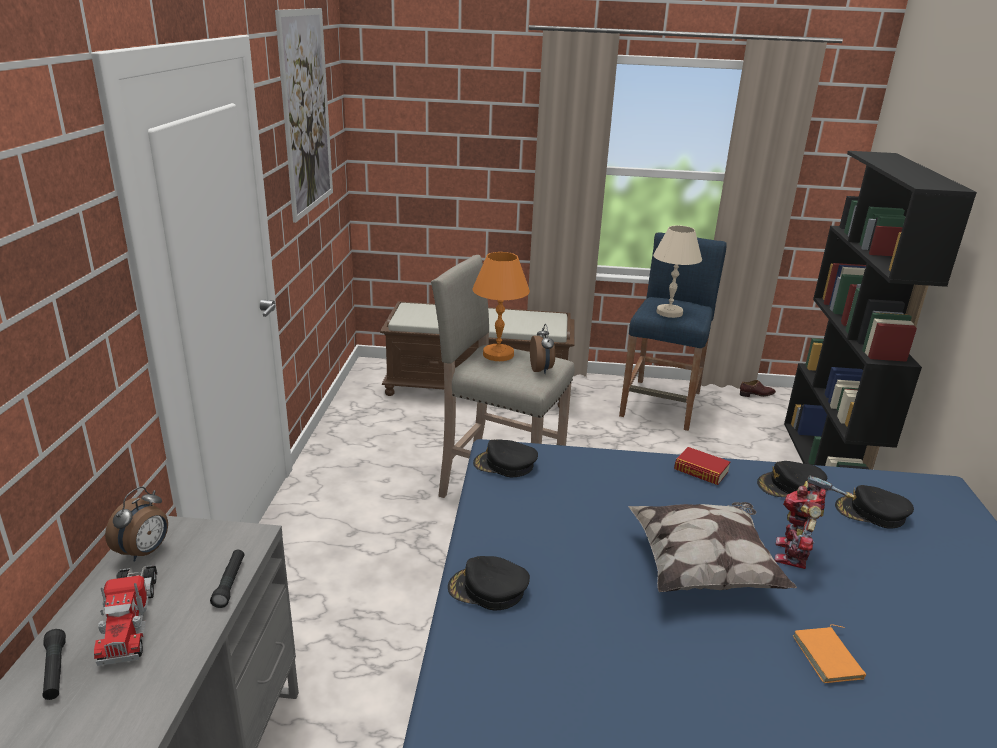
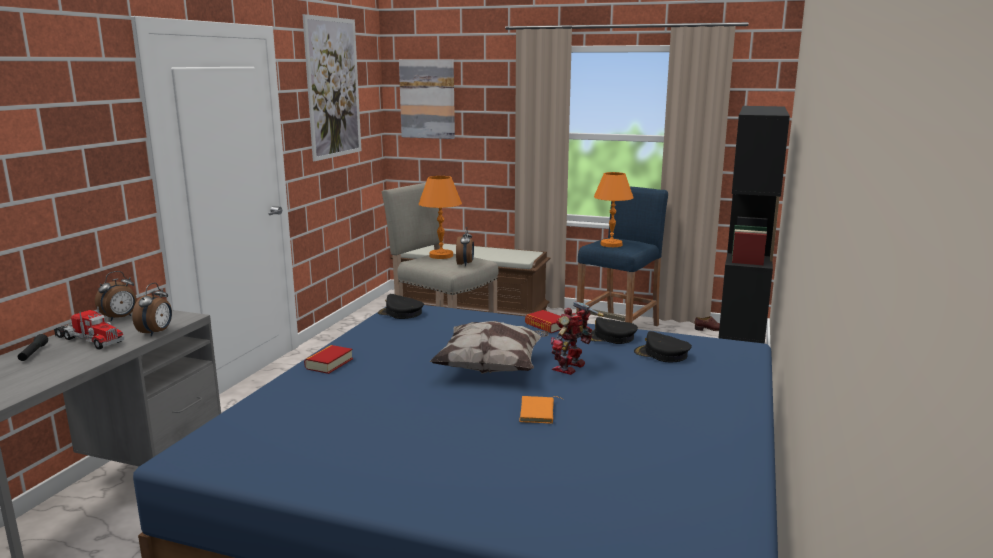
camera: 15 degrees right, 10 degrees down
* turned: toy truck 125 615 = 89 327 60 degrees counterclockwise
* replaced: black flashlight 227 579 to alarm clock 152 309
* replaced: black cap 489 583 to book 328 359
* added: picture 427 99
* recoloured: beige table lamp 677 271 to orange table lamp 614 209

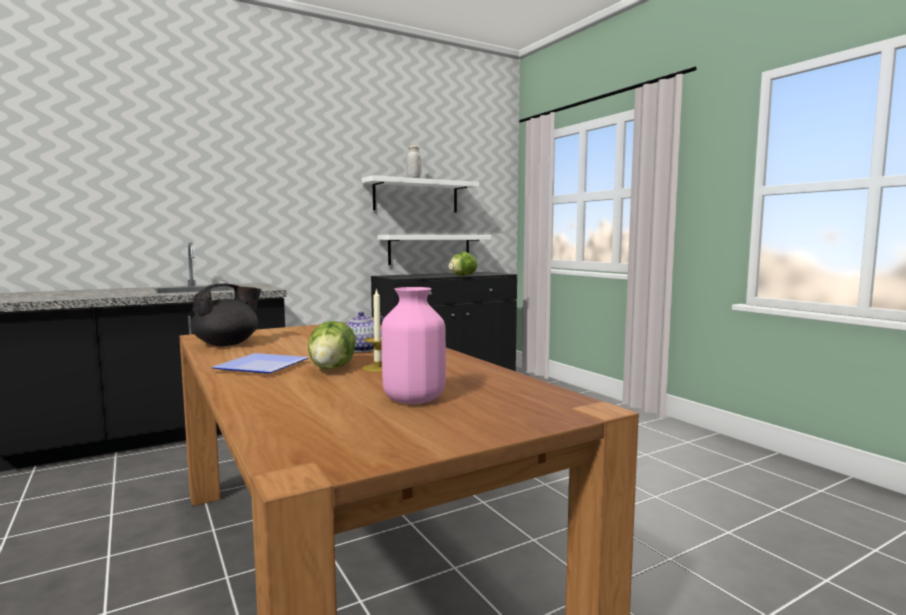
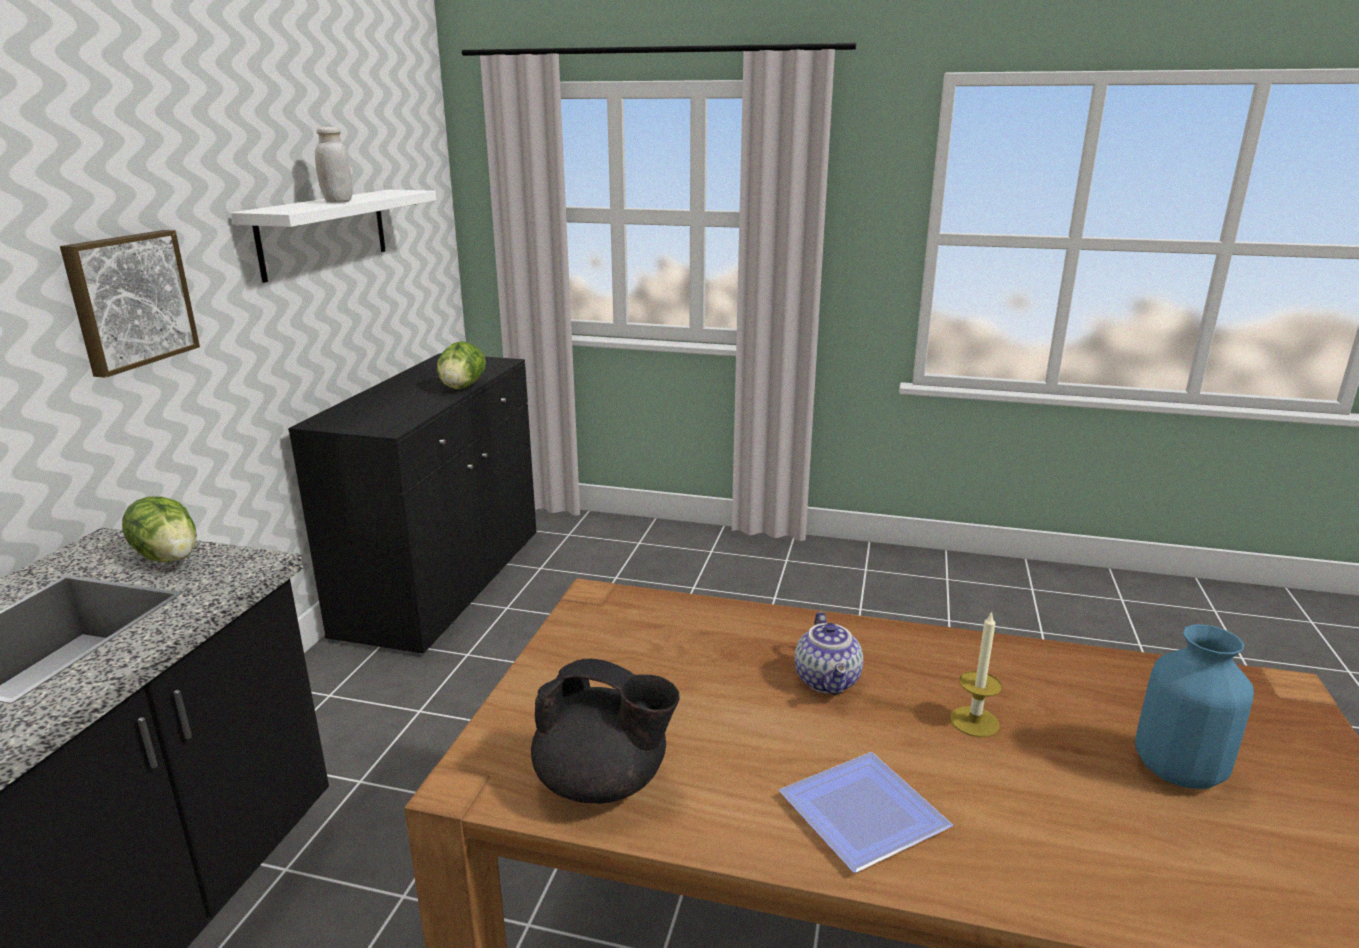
camera: 45 degrees left, 15 degrees up
* added: picture 130 304
* moved: lettuce 332 345 to 159 529
* turned: black teapot 225 314 = 605 731 105 degrees clockwise
* recoloured: pink vase 413 345 to blue vase 1194 707
* removed: white shelf 434 250

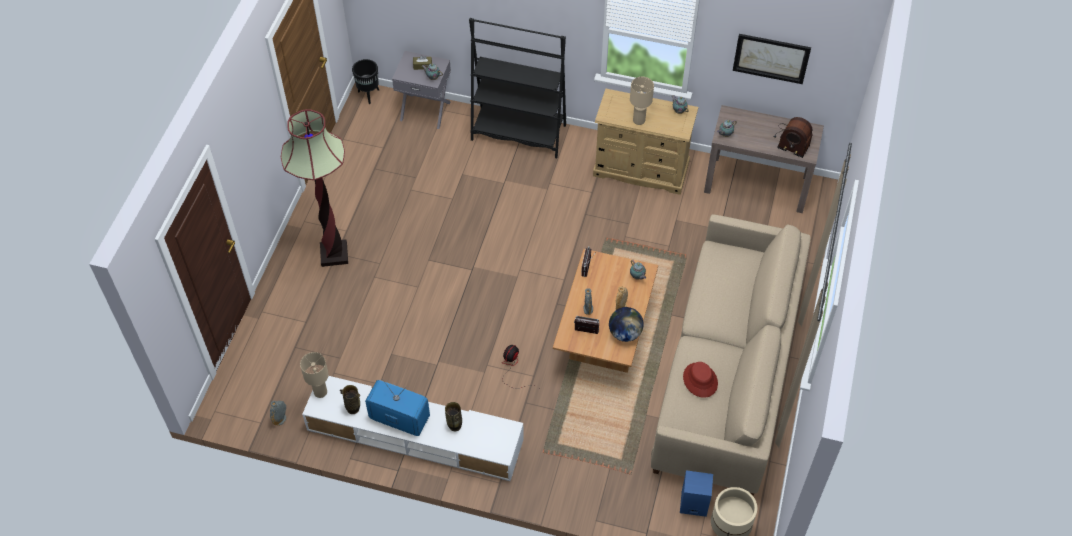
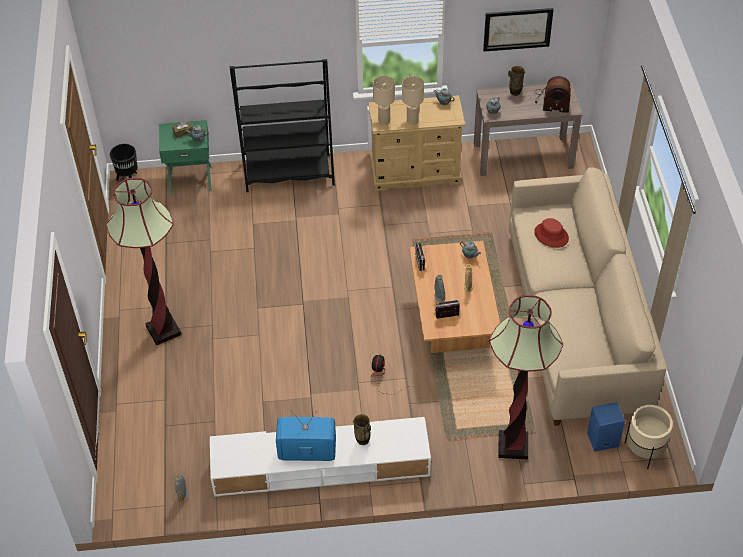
camera: 20 degrees left, 5 degrees down
* recoloured: grey nightstand 421 90 to green nightstand 185 157
* moved: beige table lamp 314 375 to 384 100
* added: floor lamp 526 377
* moved: vase 350 399 to 516 81
* moved: red hat 700 380 to 551 233
* removed: globe 626 324

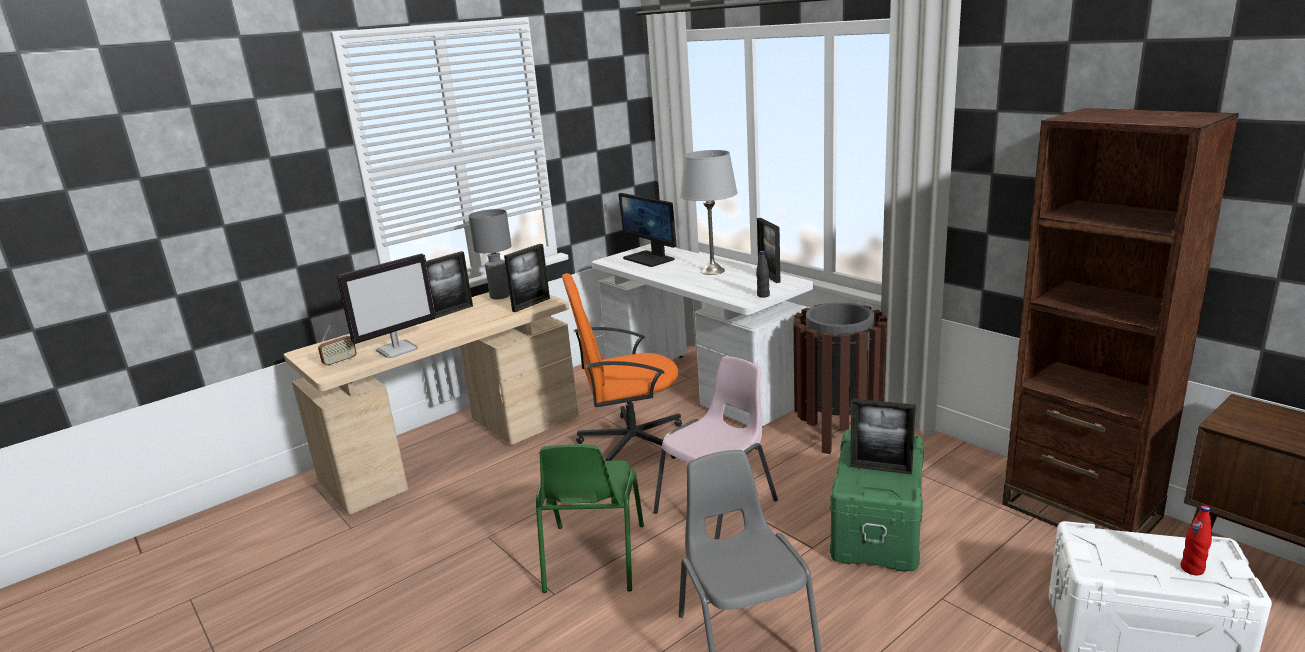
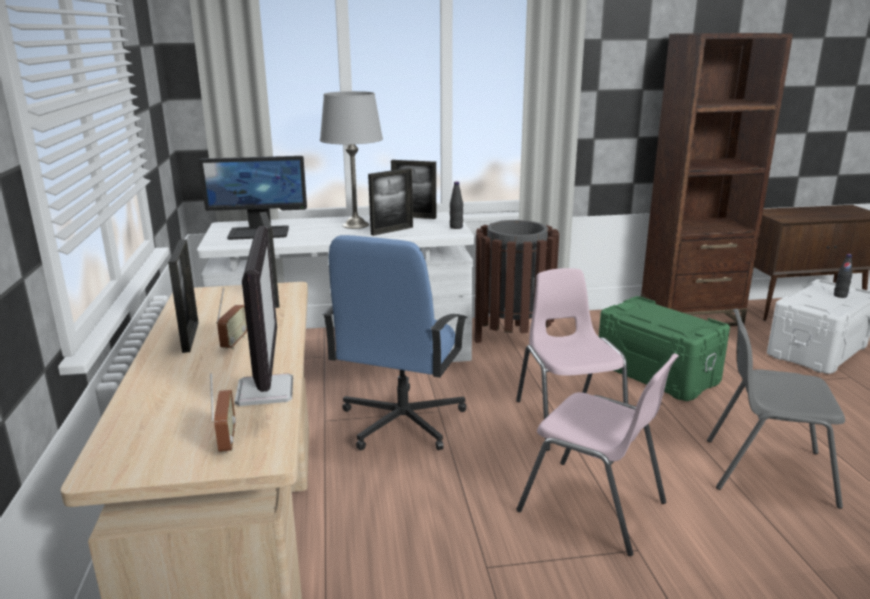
camera: 60 degrees left, 0 degrees up
* added: radio 231 318
* recoloured: orange office chair 622 367 to blue office chair 395 342
* moved: picture frame 883 437 to 390 202
* recoloured: green chair 590 518 to pink chair 597 454
* recoloured: red bottle 1196 540 to black bottle 843 276
* removed: grey table lamp 489 254

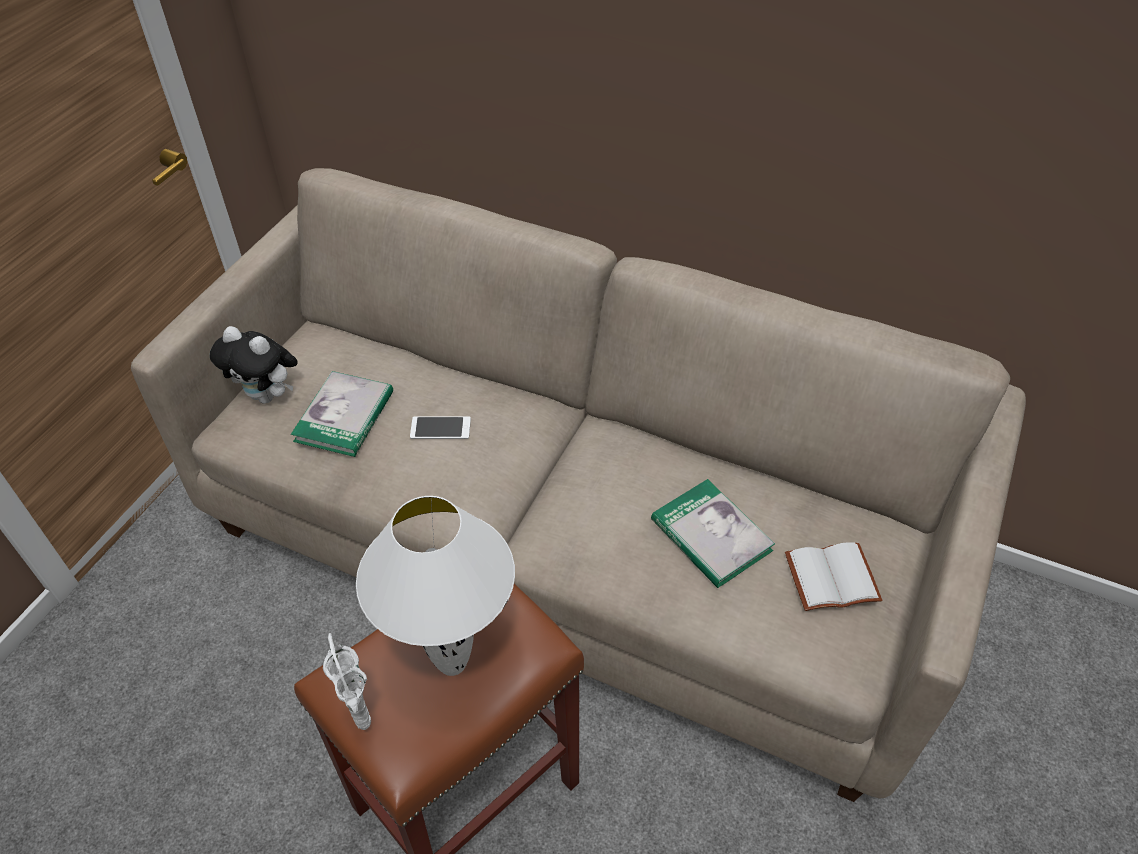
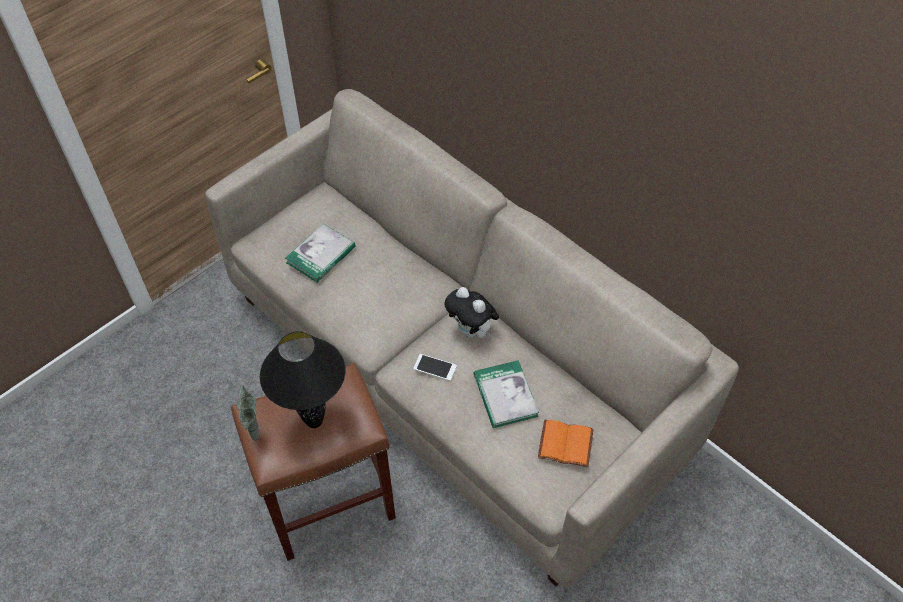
camera: 20 degrees right, 5 degrees up
* recoloured: white vase 347 681 to green vase 248 413
* recoloured: white table lamp 435 586 to black table lamp 303 379
* moved: phone 440 427 to 435 367
* moved: plush toy 254 365 to 471 312
* recoloured: white book 834 577 to orange book 565 444

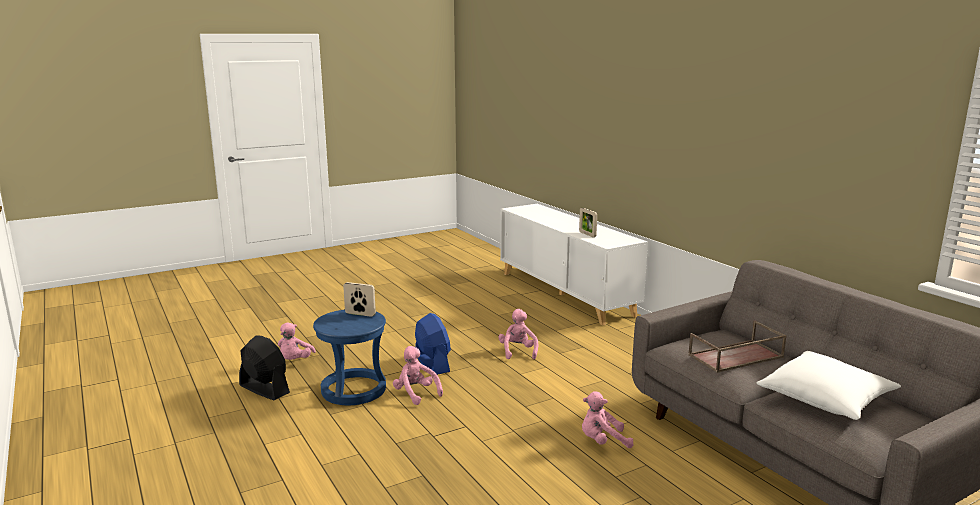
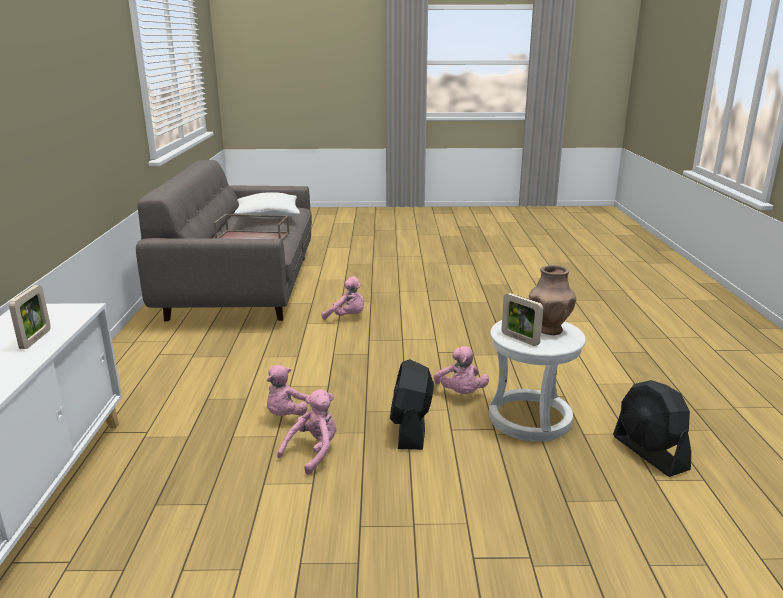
camera: 150 degrees left, 5 degrees up
* moved: pink plush toy 297 341 to 306 432
* recoloured: blue fan 433 344 to black fan 412 404
* recoloured: blue stool 349 357 to white stool 537 381
* added: brown vase 552 300

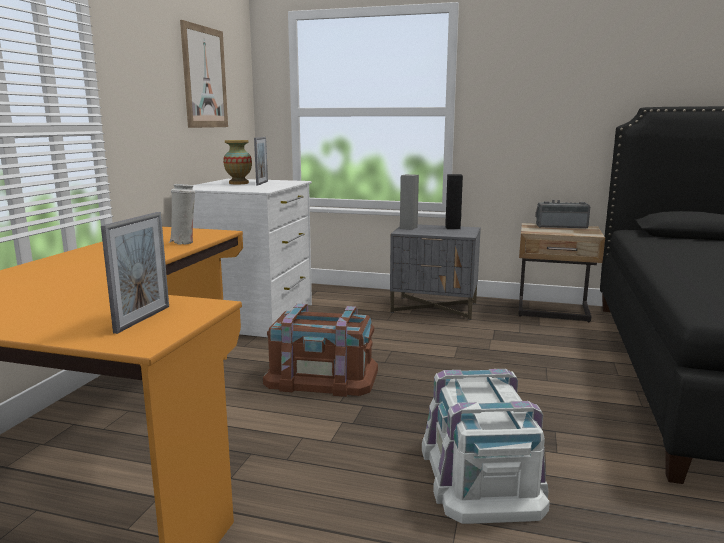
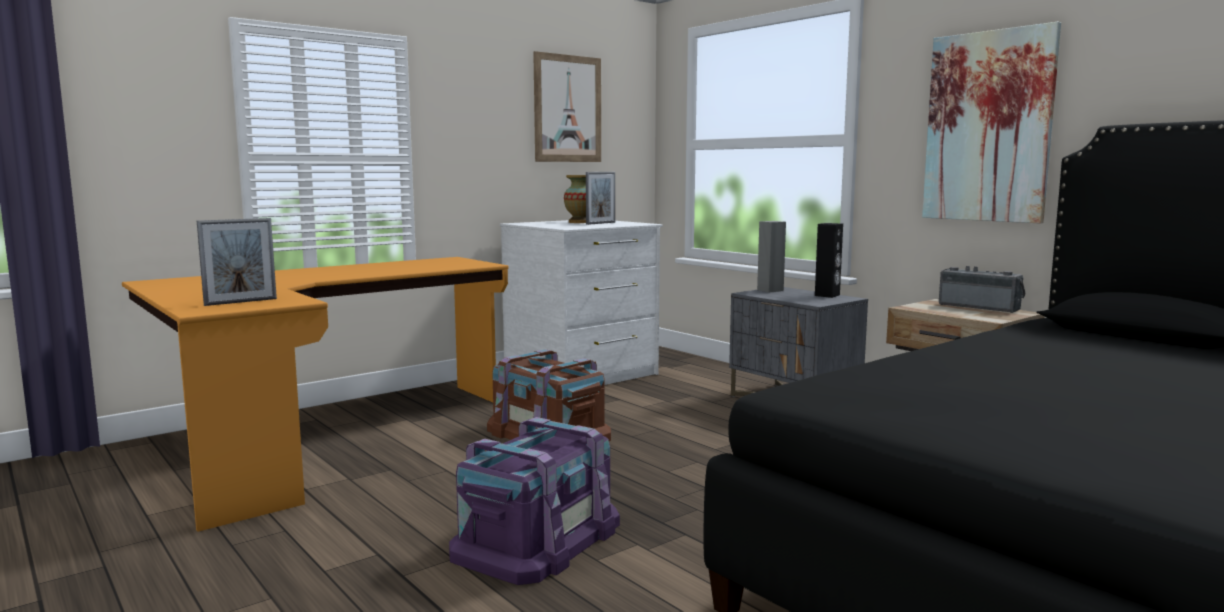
camera: 35 degrees right, 5 degrees down
* recoloured: white storage box 486 446 to purple storage box 534 501
* added: picture 991 123
* removed: white vase 182 214

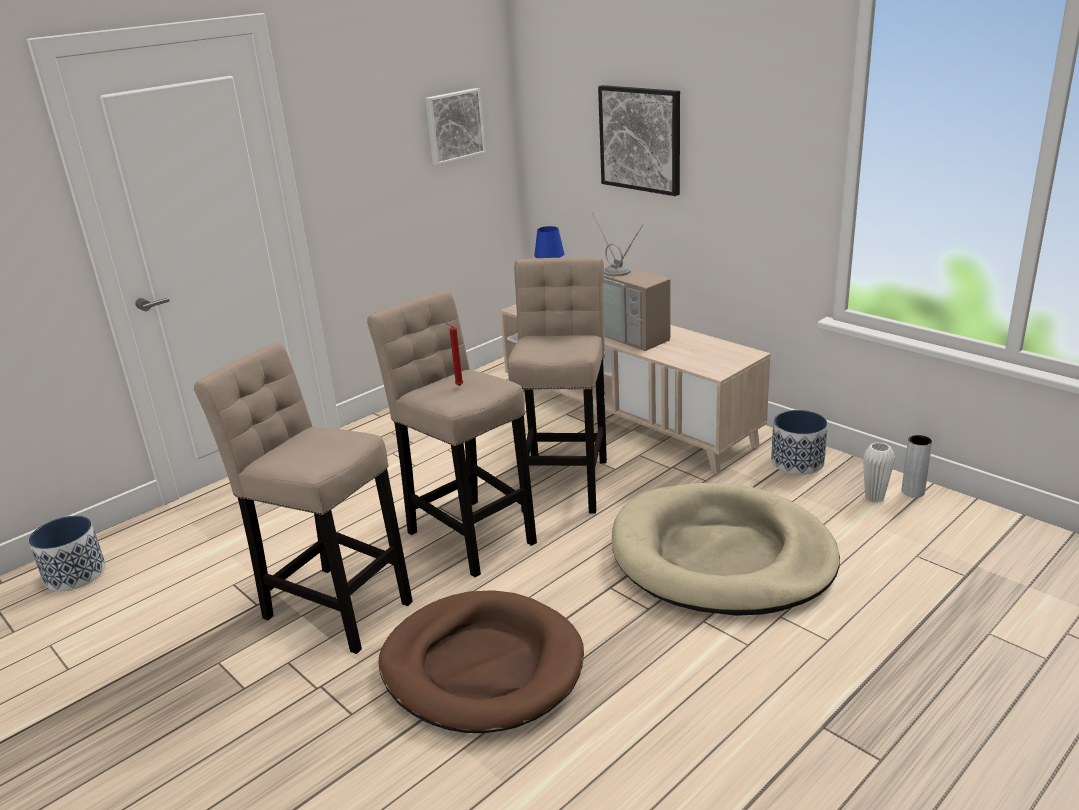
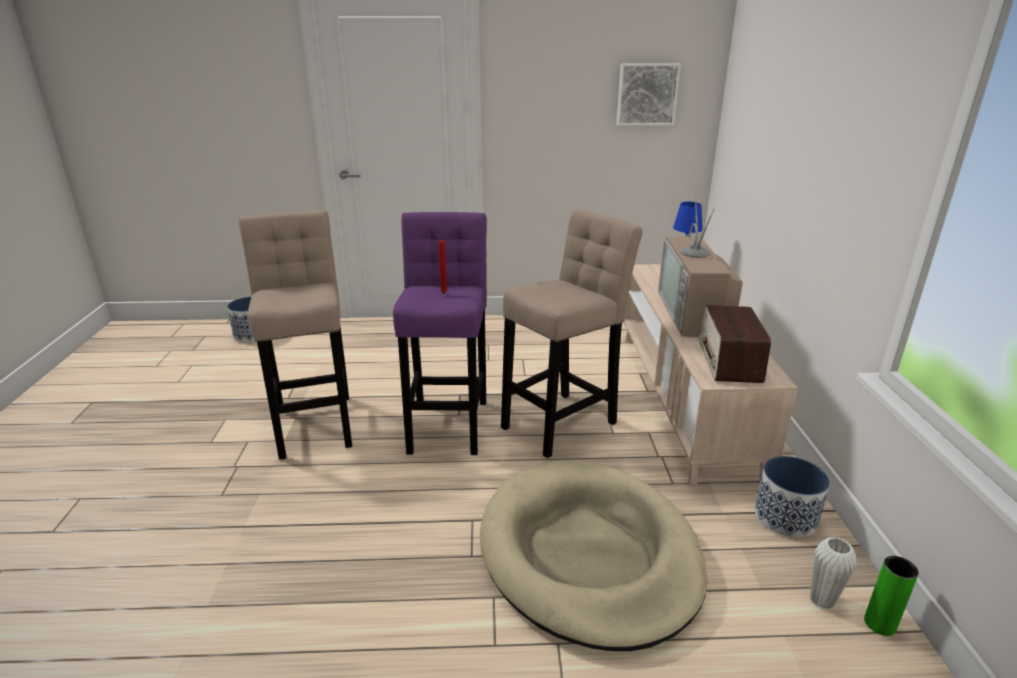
camera: 40 degrees right, 0 degrees up
* recoloured: beige stool 452 433 to purple stool 440 333
* added: radio 735 344
* recoloured: grey vase 917 466 to green vase 891 596
* removed: brown dog bed 481 661
* removed: picture 639 140

